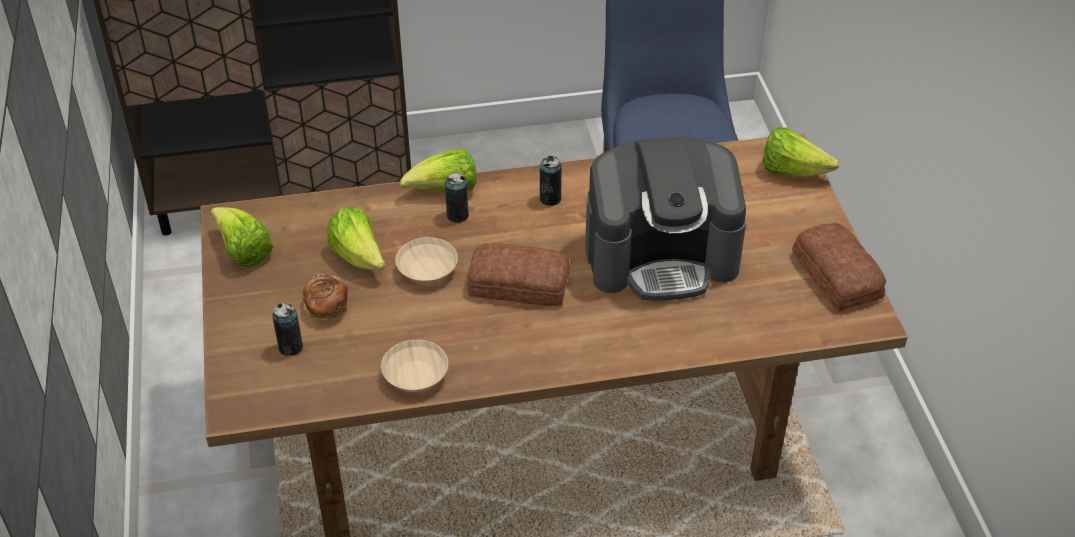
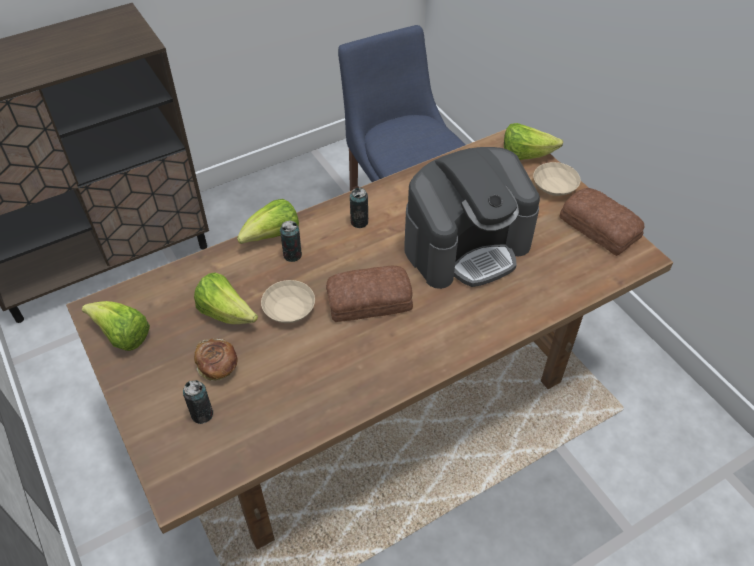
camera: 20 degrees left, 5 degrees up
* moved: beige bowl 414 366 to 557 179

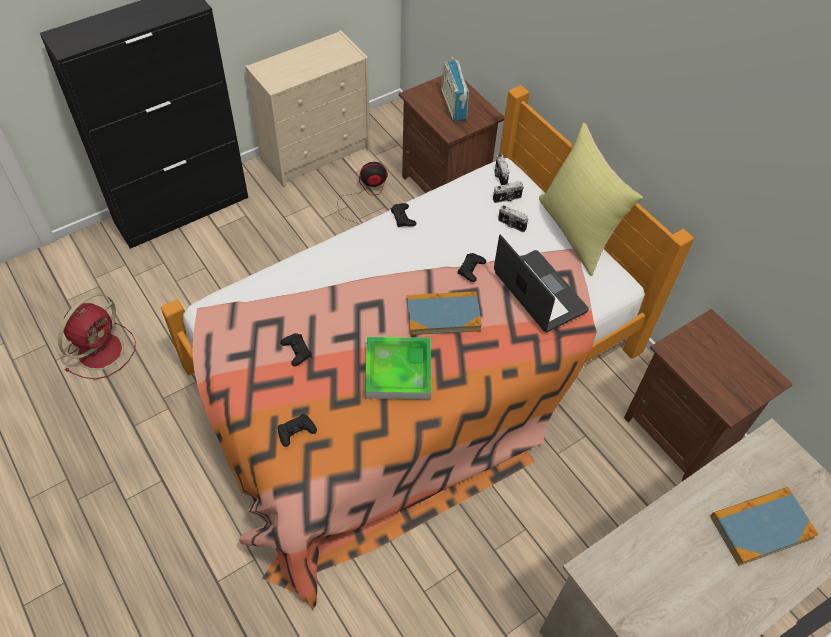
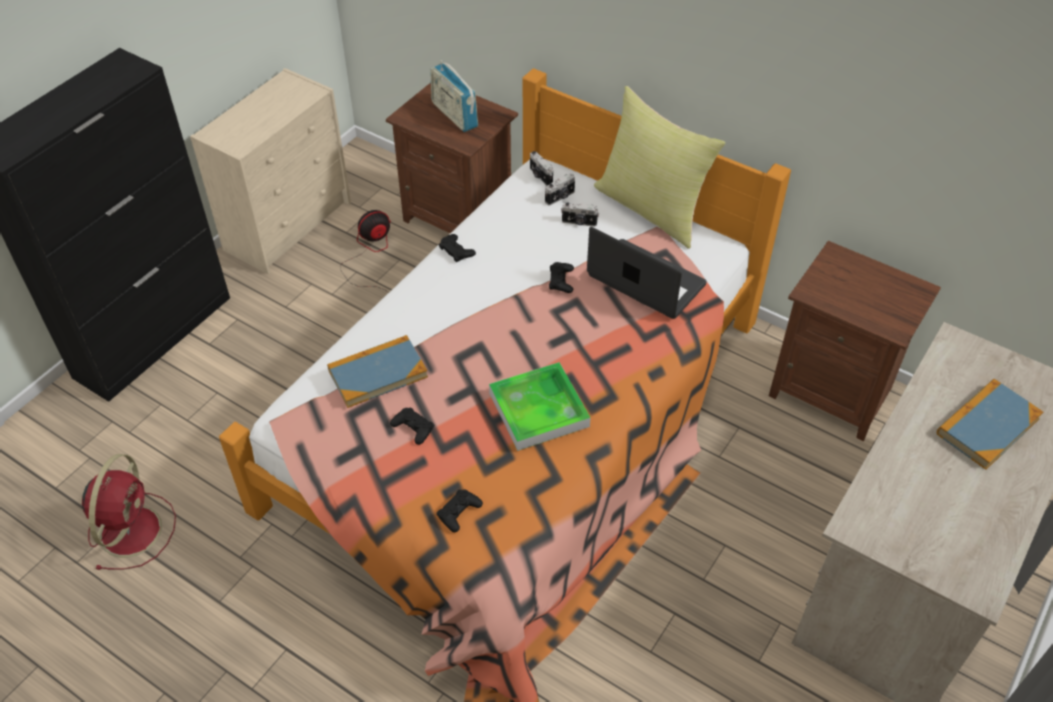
camera: 20 degrees left, 5 degrees down
* moved: book 444 313 to 377 371

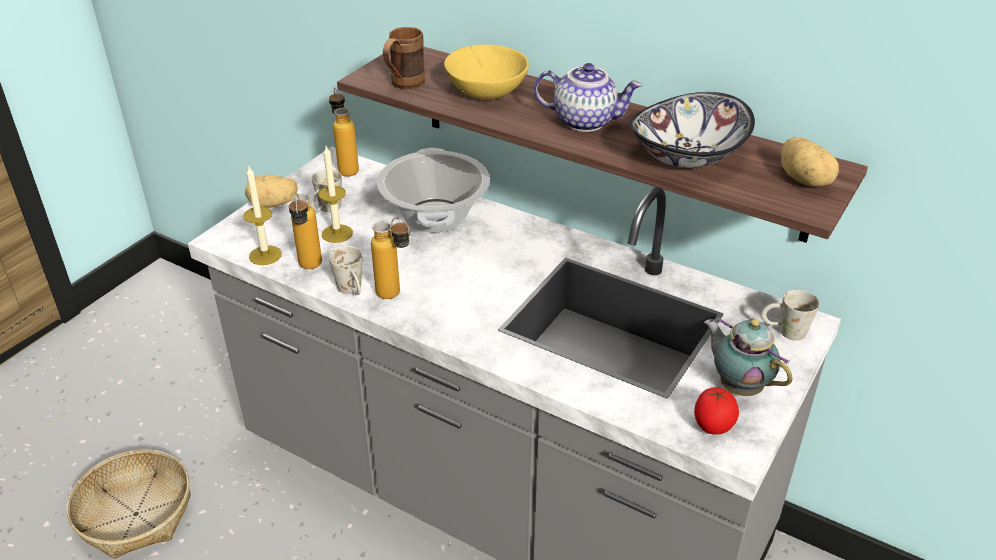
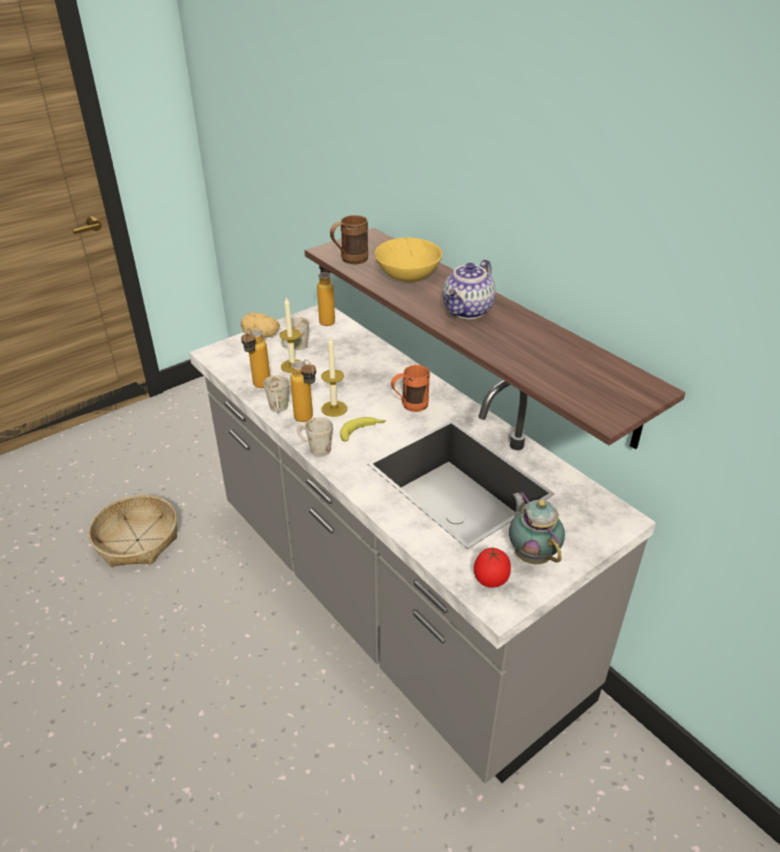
camera: 20 degrees right, 0 degrees up
* moved: white mug 790 315 to 315 437
* moved: candle 262 215 to 334 376
* added: banana 363 429
* added: orange mug 410 388
* turned: teapot 588 97 = 469 289 90 degrees clockwise
* removed: cooking pot 433 190
* removed: bowl 692 130
* removed: potato 810 162

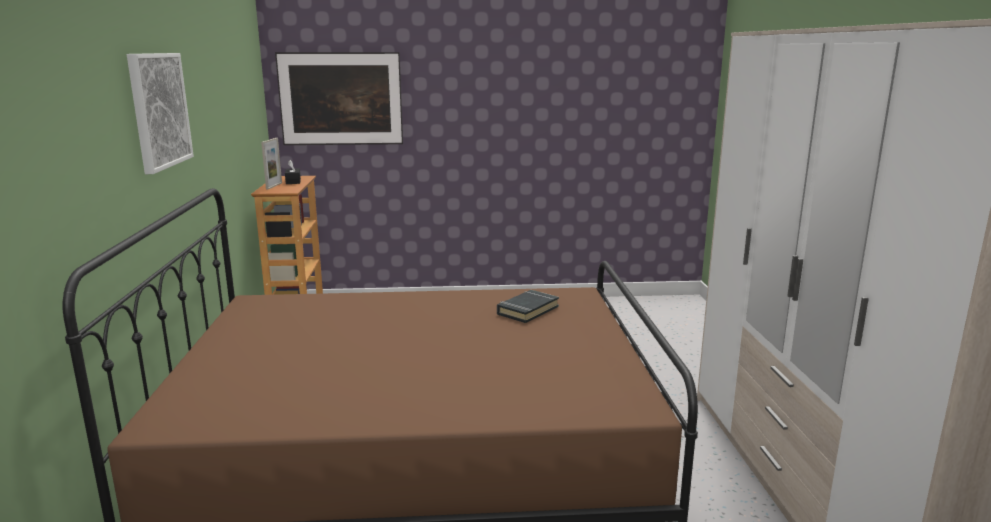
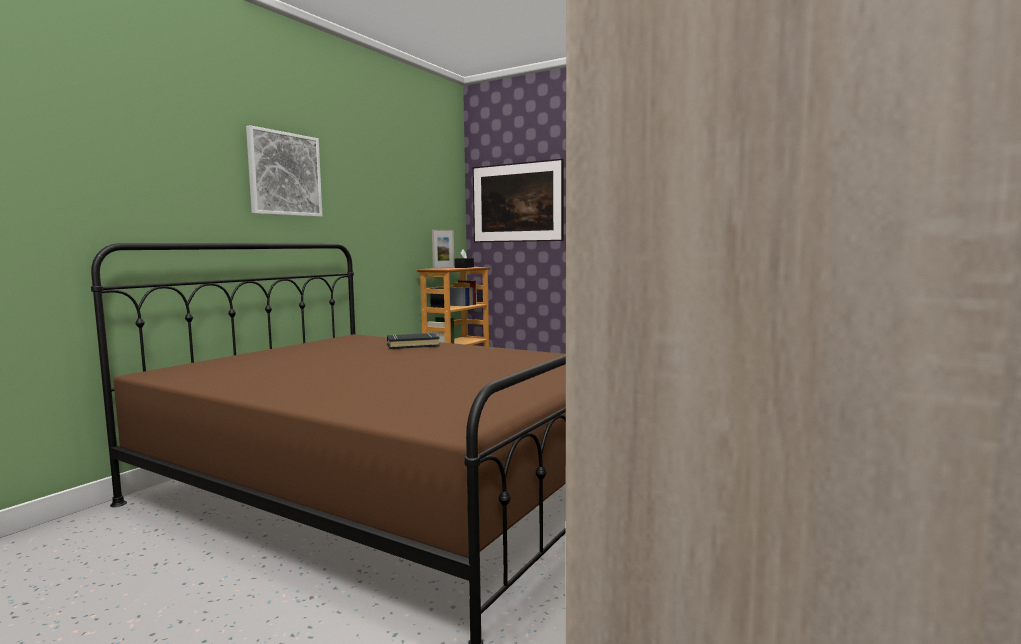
camera: 35 degrees right, 10 degrees down
* moved: black book 528 306 to 413 341

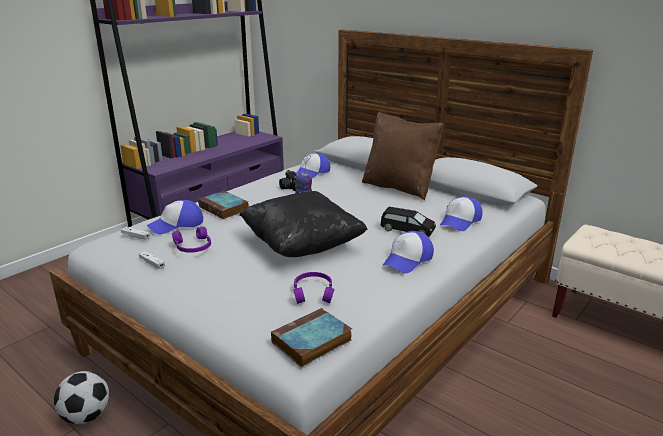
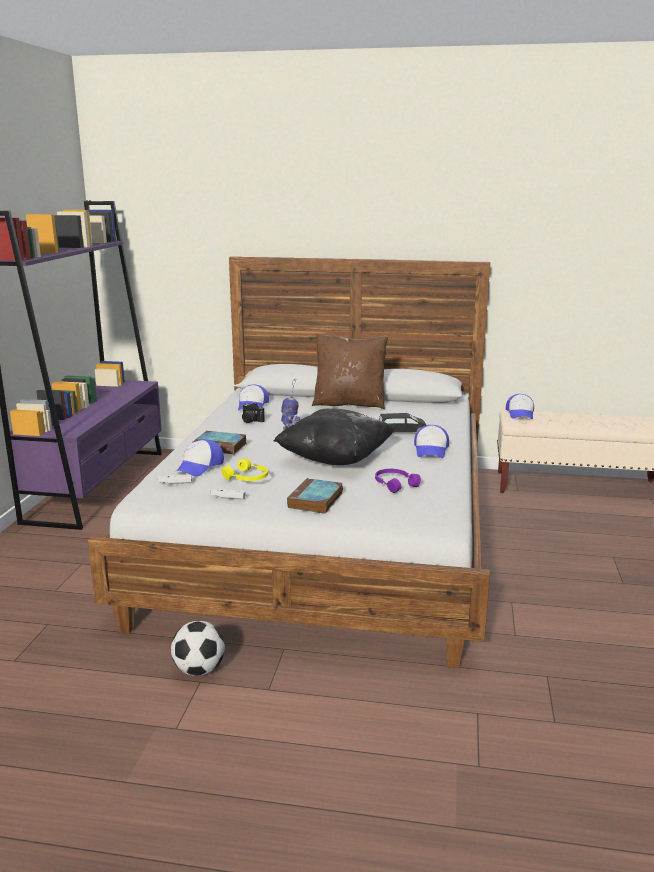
camera: 30 degrees left, 5 degrees down
* recoloured: purple headphones 191 240 to yellow headphones 244 469
* moved: book 311 337 to 315 496
* moved: cap 461 213 to 520 406

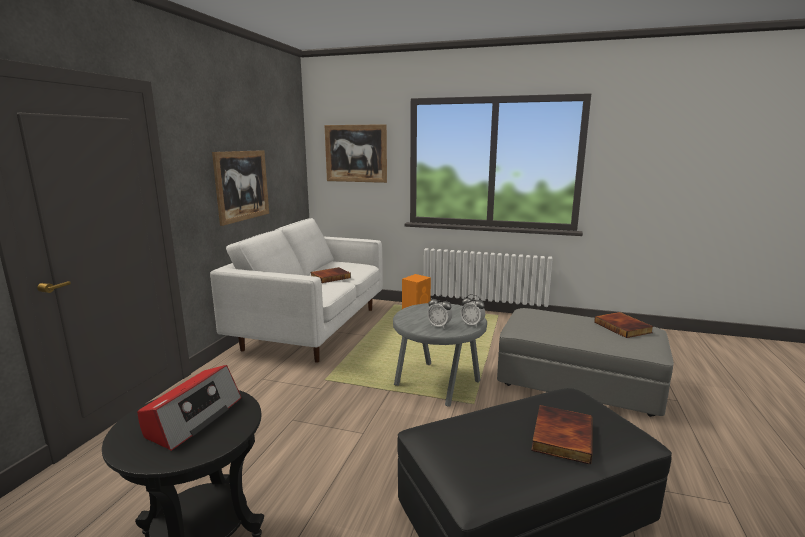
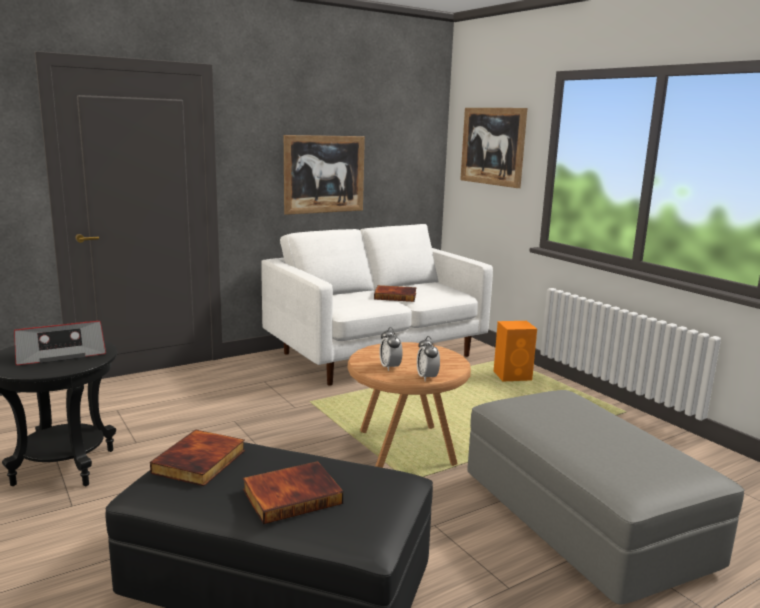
camera: 40 degrees right, 0 degrees up
* moved: book 624 325 to 197 457
* recoloured: grey side table 440 355 to brown side table 409 405

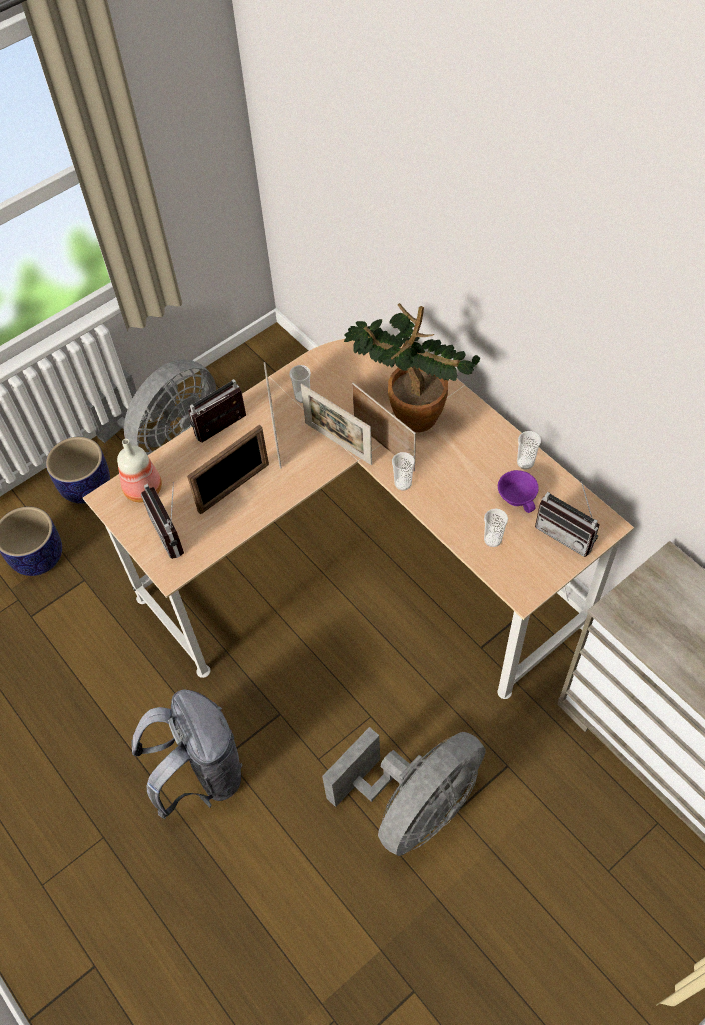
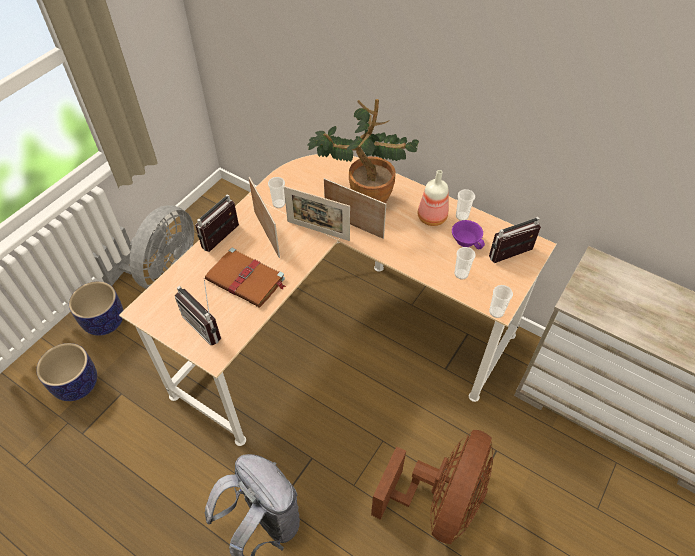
camera: 20 degrees left, 5 degrees down
* replaced: picture frame 228 469 to brown book 245 277
* recoloured: grey fan 404 791 to brown fan 432 487
* moved: bottle 139 470 to 433 198
* turned: radio 567 518 = 515 240 135 degrees clockwise
* moved: cup 403 471 to 501 301

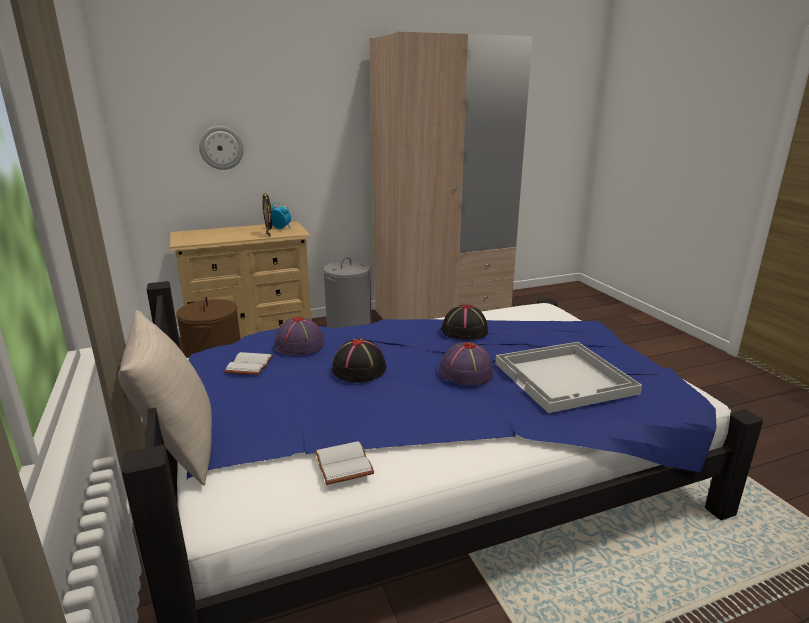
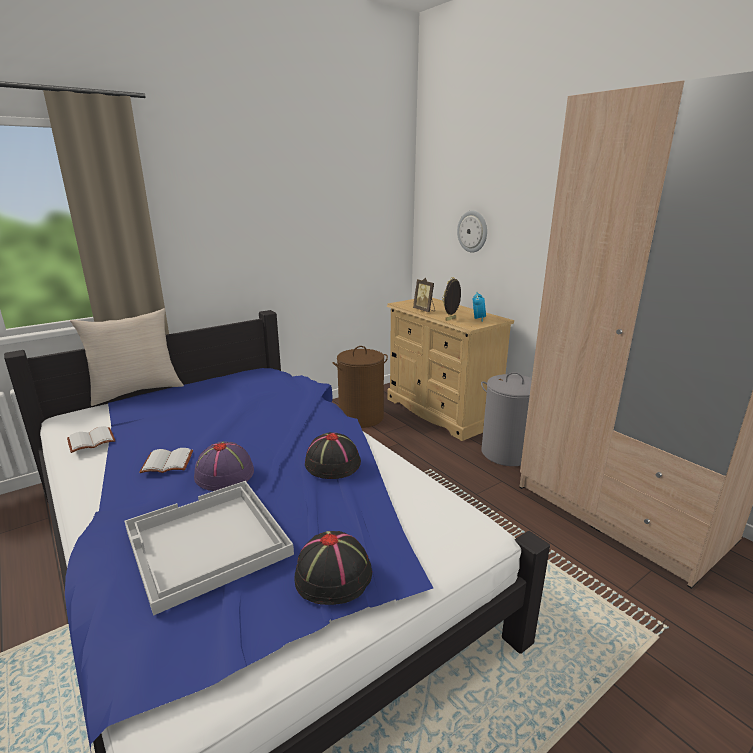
camera: 75 degrees right, 0 degrees up
* moved: white book 249 363 to 166 460
* moved: black hat 359 360 to 333 568
* added: picture frame 424 295
* removed: purple hat 299 336

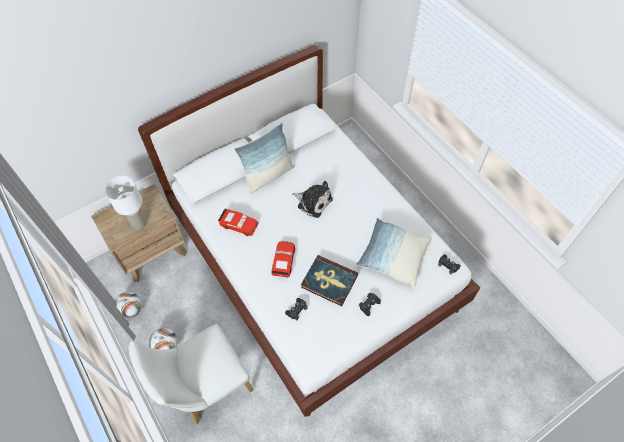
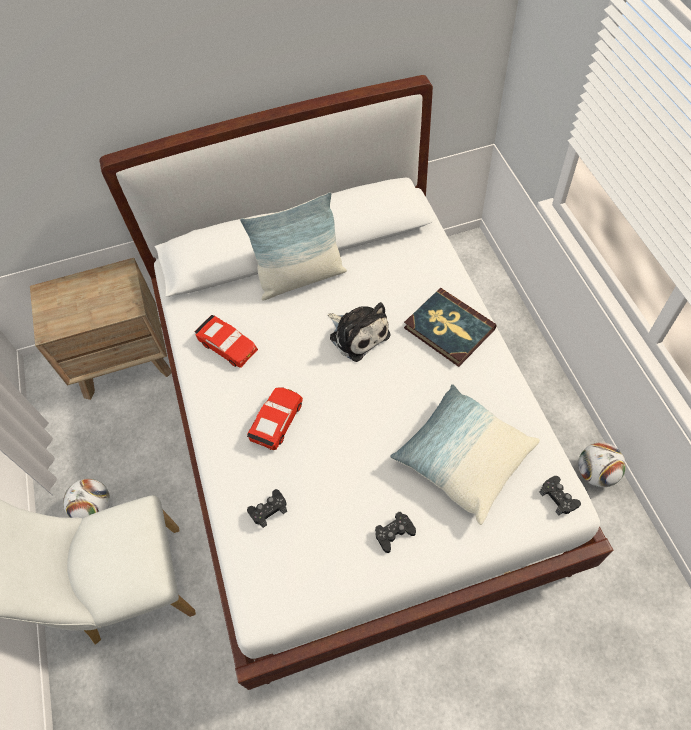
camera: 20 degrees right, 0 degrees up
* moved: book 329 280 to 450 327
* moved: football 128 305 to 602 464
* removed: white table lamp 125 203

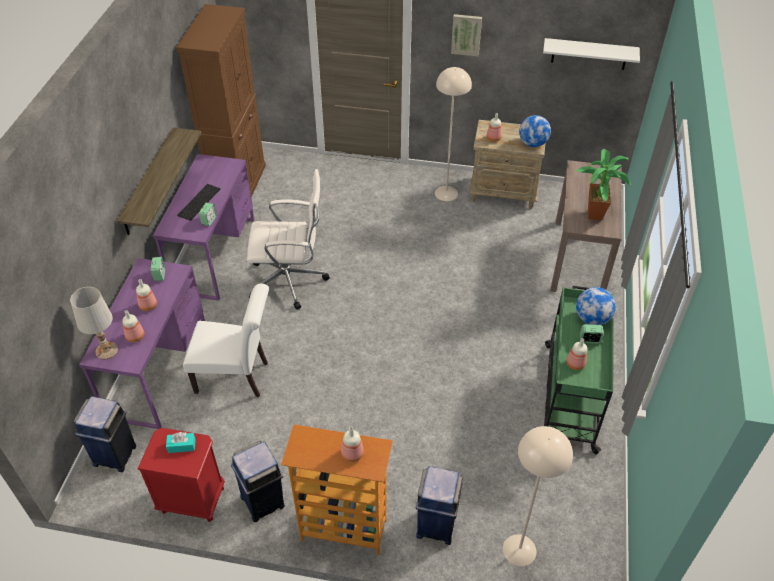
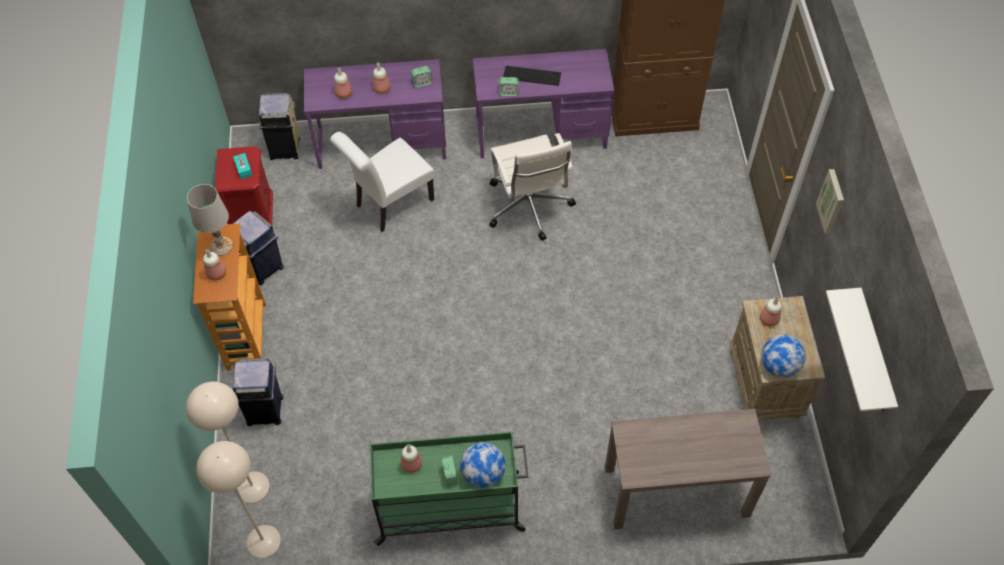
camera: 75 degrees right, 10 degrees up
* moved: white table lamp 94 323 to 210 220
* moved: beige floor lamp 453 134 to 238 499
* recoloured: blue trash can 104 434 to beige trash can 280 126
* turned: white chair 226 340 = 382 182 60 degrees clockwise
* removed: shelf 159 181
* removed: potted plant 603 184

